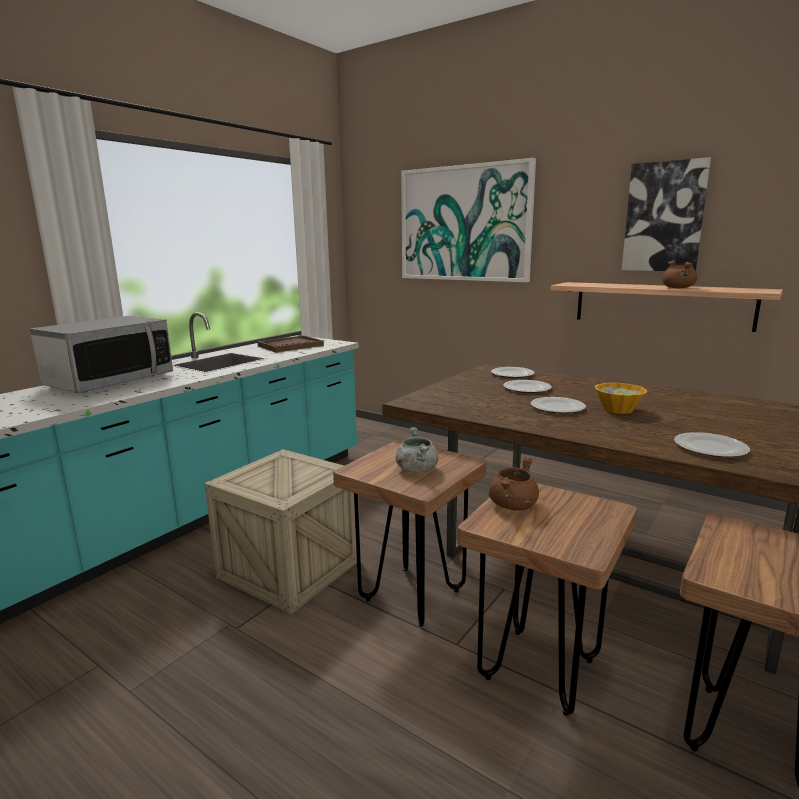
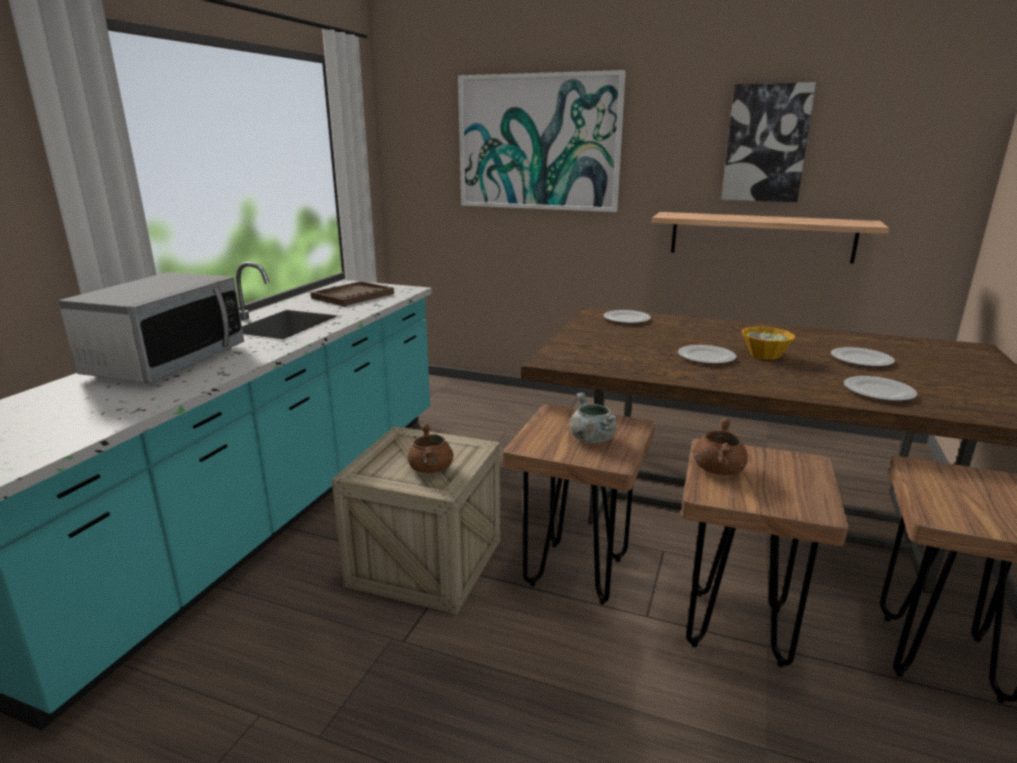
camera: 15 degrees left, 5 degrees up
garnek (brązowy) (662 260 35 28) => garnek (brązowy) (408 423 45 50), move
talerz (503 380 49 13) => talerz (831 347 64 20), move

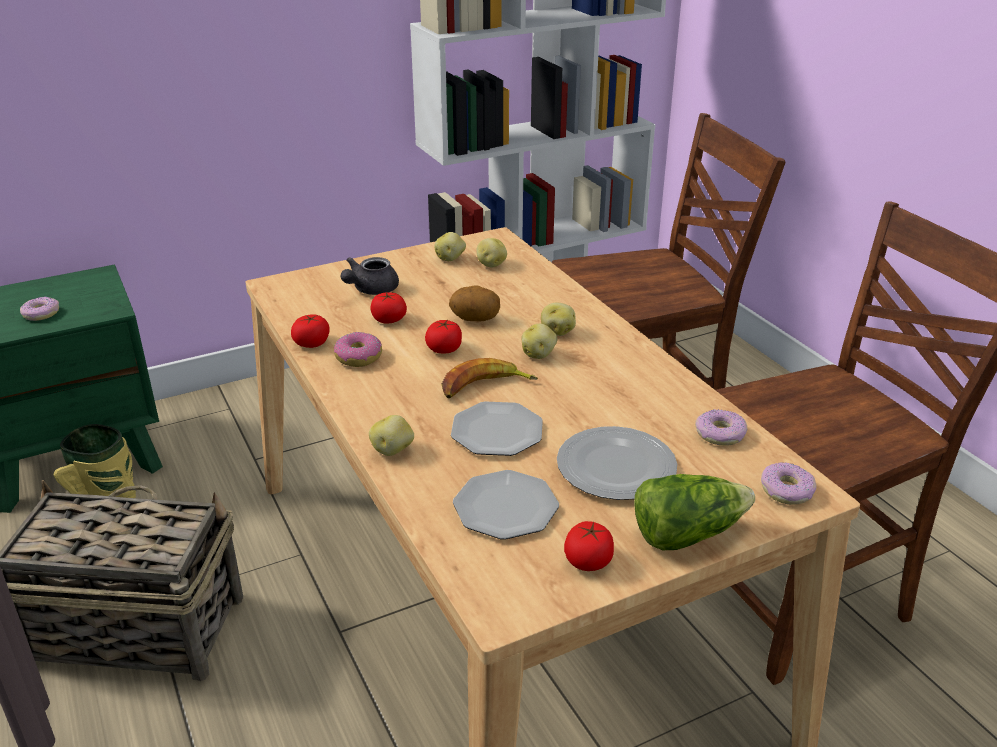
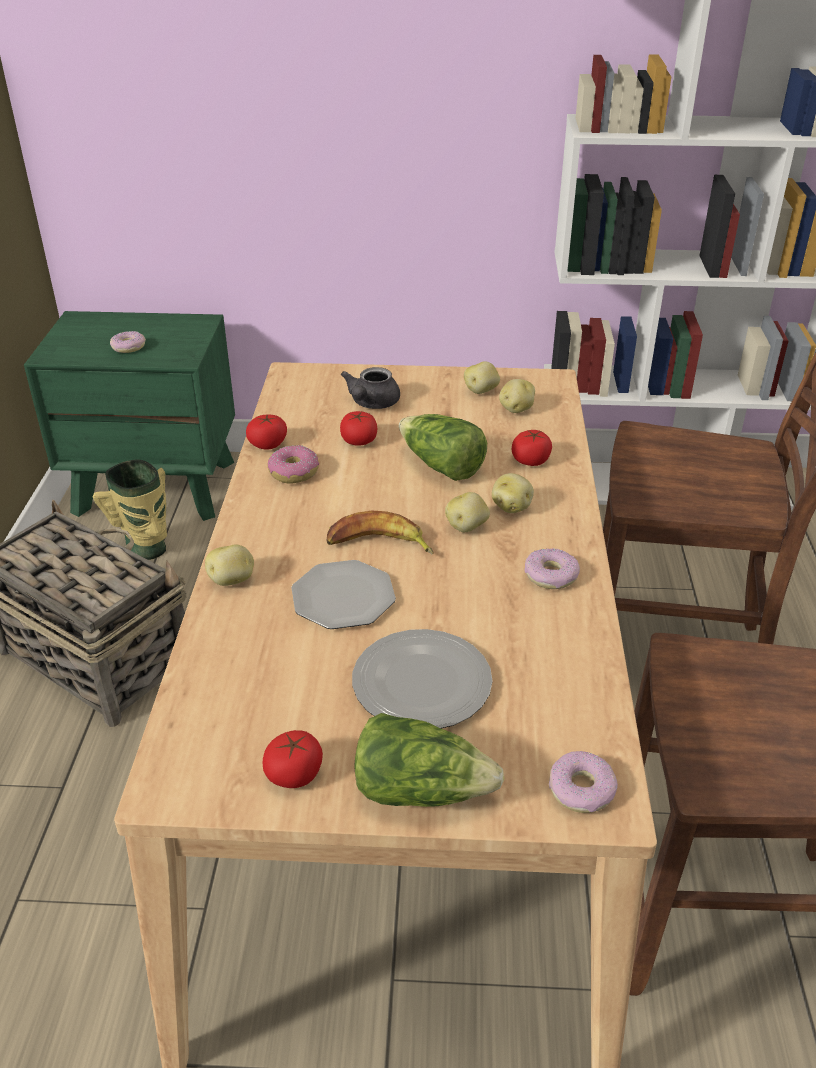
camera: 30 degrees right, 5 degrees up
imbryk (szary) (340 257 59 38) => imbryk (szary) (341 367 59 42), 45 degrees counterclockwise
ziemniak (449 286 51 36) => sałata (399 414 88 67)
pomidor (425 319 37 34) => pomidor (512 430 40 36), move
donut (695 409 52 37) => donut (524 548 56 41), move
talerz (453 470 106 70) => nothing

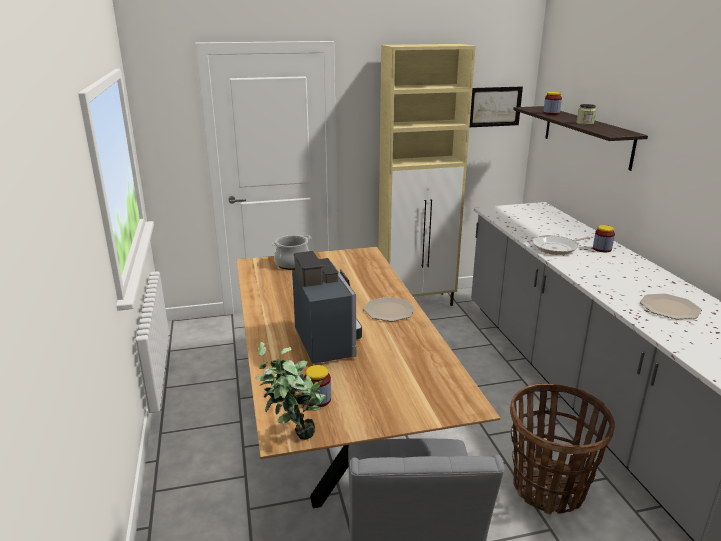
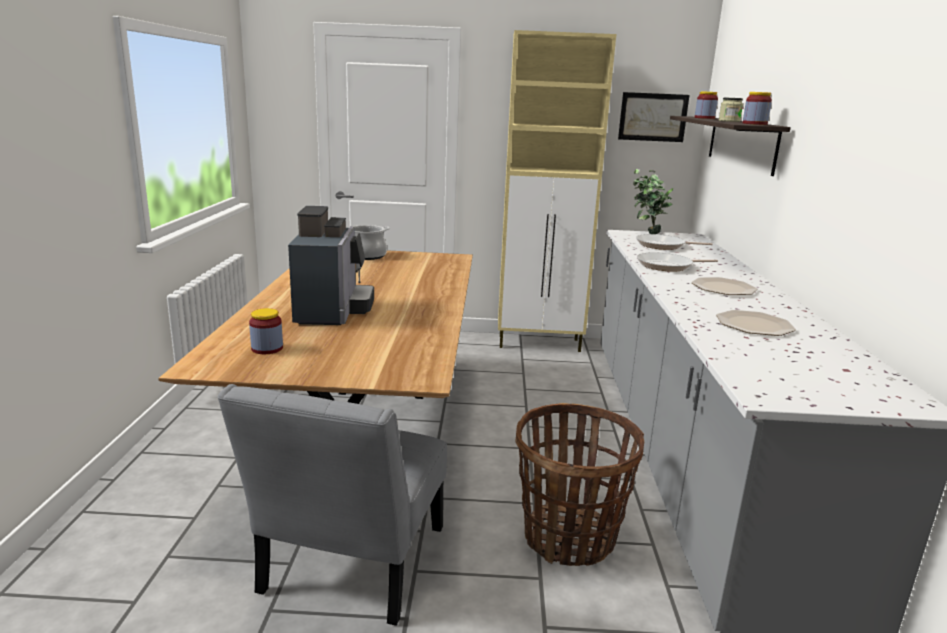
camera: 15 degrees right, 5 degrees down
słoik (593 225 22 28) => słoik (743 92 29 33), move
talerz (363 297 52 25) => talerz (691 277 67 18), move
roślina doniczkowa (255 342 71 98) => roślina doniczkowa (633 169 40 65), move
nothing => patelnia (636 234 77 16)

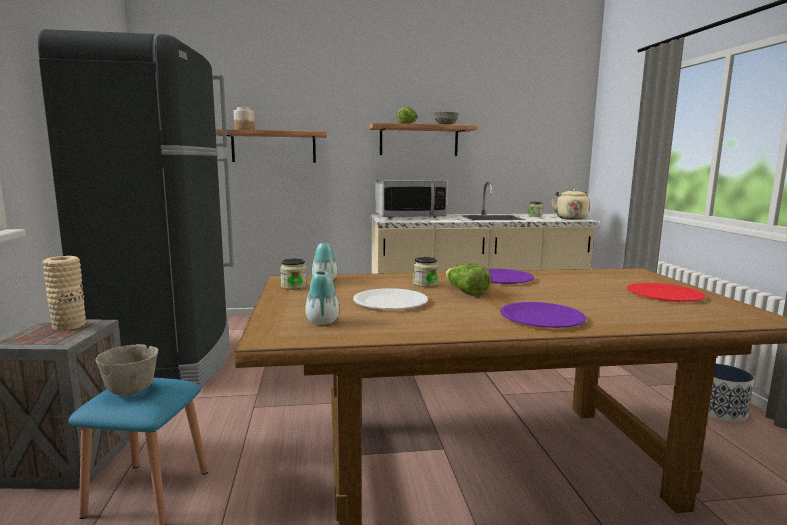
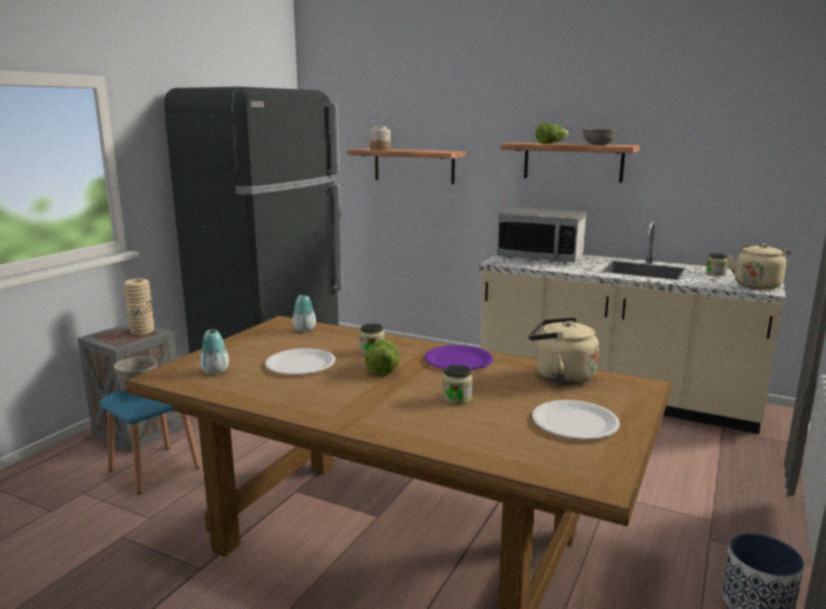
camera: 35 degrees right, 5 degrees up
słoik (280 258 27 32) => słoik (442 365 30 40), move
talerz (czerwony) (627 283 78 19) => talerz (biały) (532 400 88 40)
talerz (fioletowy) (500 302 86 26) => nothing
nothing => czajnik (beżowy) (528 317 71 67)

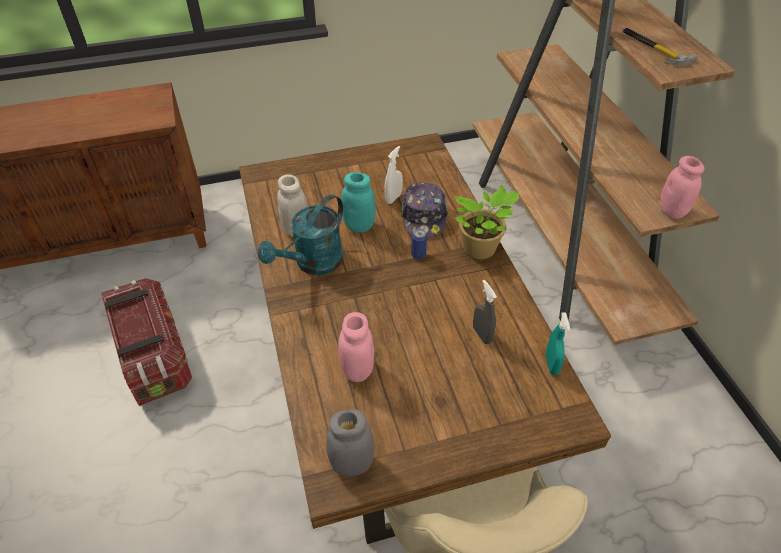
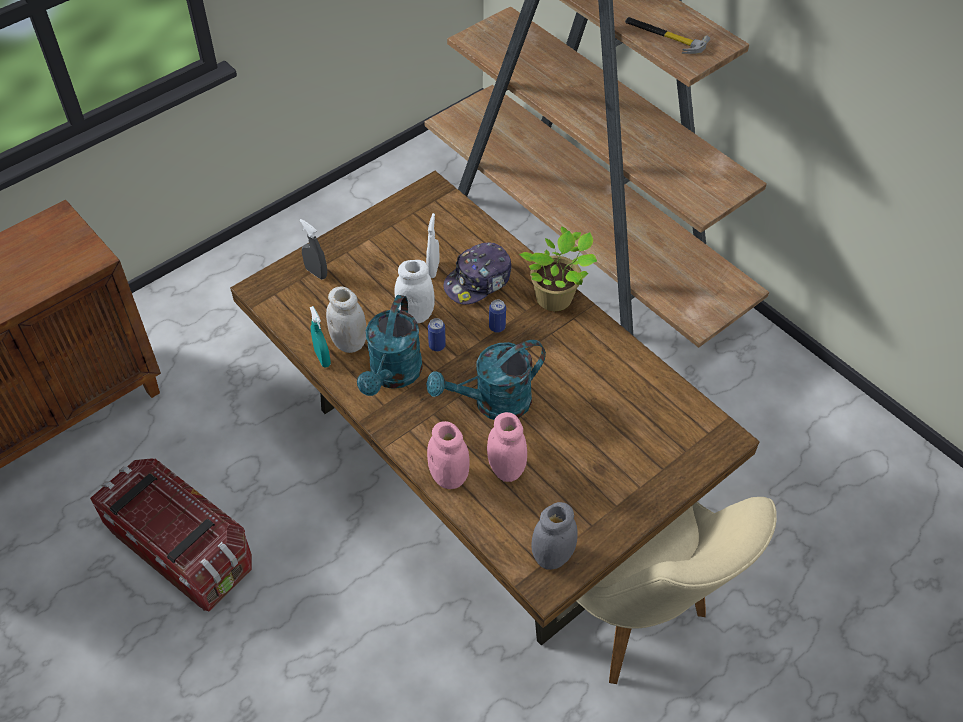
camera: 25 degrees left, 5 degrees up
słoik (różowy) (660 156 44 63) => słoik (różowy) (427 421 42 68), move
słoik (turkusowy) (341 172 34 61) => słoik (biały) (395 260 40 63)
czapka z daszkiem (401 182 47 56) => czapka z daszkiem (444 242 67 63), 75 degrees clockwise
spryskiwacz (szary) (473 280 24 64) => spryskiwacz (szary) (299 219 28 60), move
spryskiwacz (turkusowy) (545 312 25 63) => spryskiwacz (turkusowy) (310 306 21 62), move
nothing => puszka (428 318 18 33)
nothing => konewka (turkusowy) (426 340 120 80)

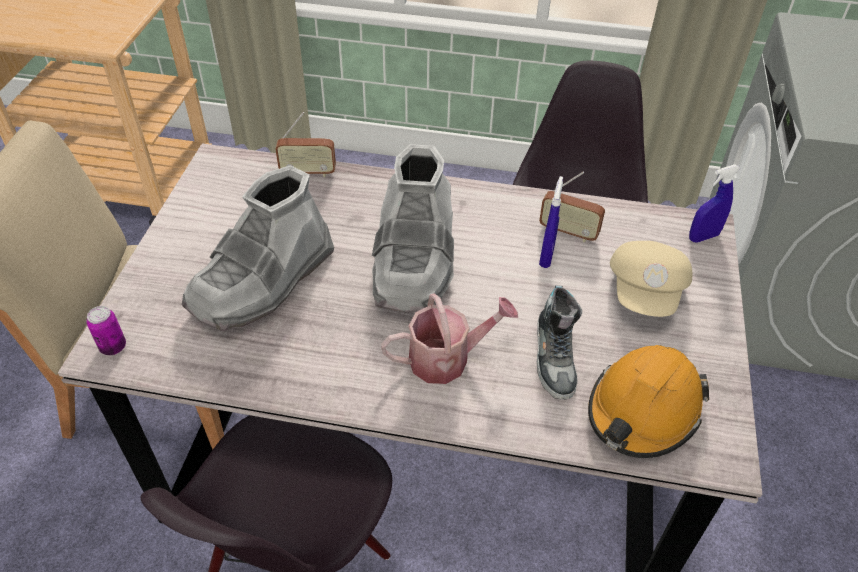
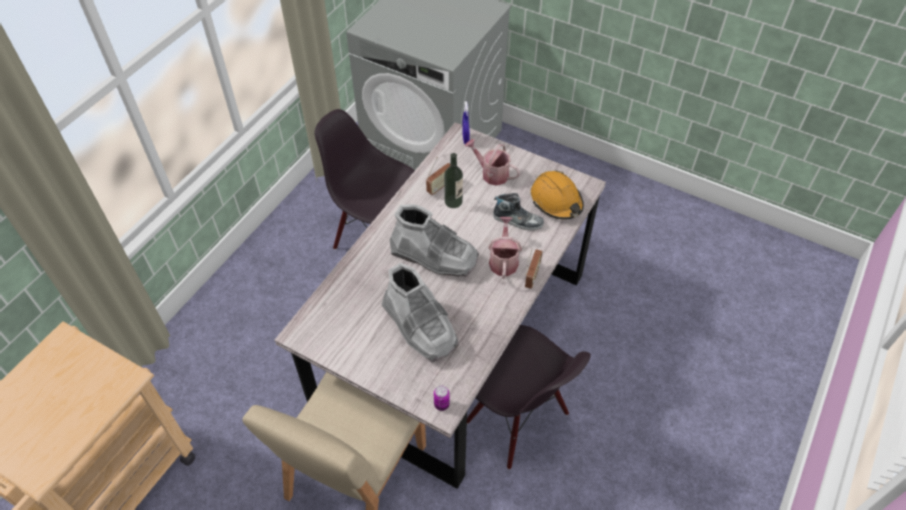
camera: 70 degrees left, 5 degrees up
radio (275 112 61 65) => radio (525 249 17 40), move
spryskiwacz (niebieski) (539 176 24 92) => butelka (444 153 19 55)
czapka z daszkiem (beżowy) (610 241 82 76) => konewka (465 139 55 47)

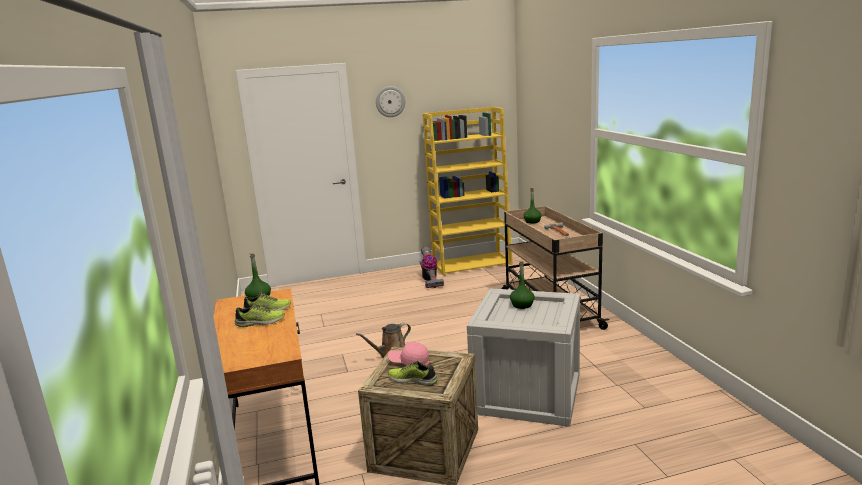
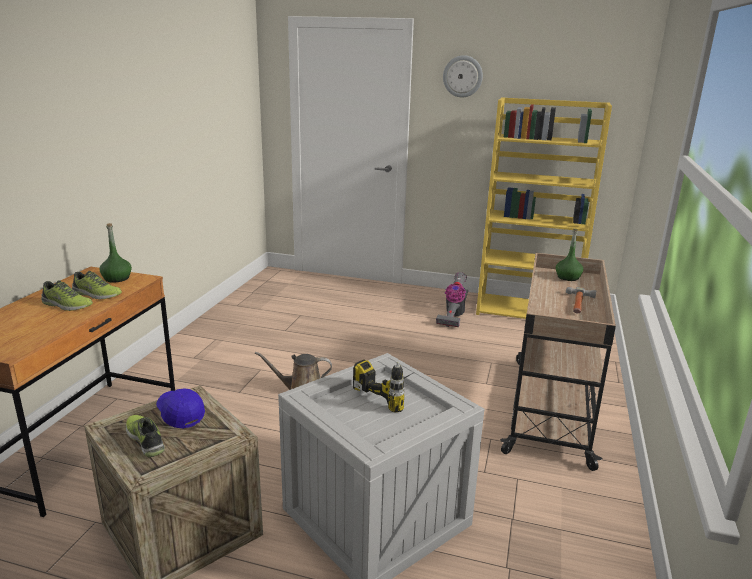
camera: 30 degrees right, 5 degrees up
butelka (zielony) (510 260 25 49) => wiertarka (353 359 62 53)
czapka z daszkiem (różowy) (388 342 41 24) => czapka z daszkiem (niebieski) (156 388 49 41)

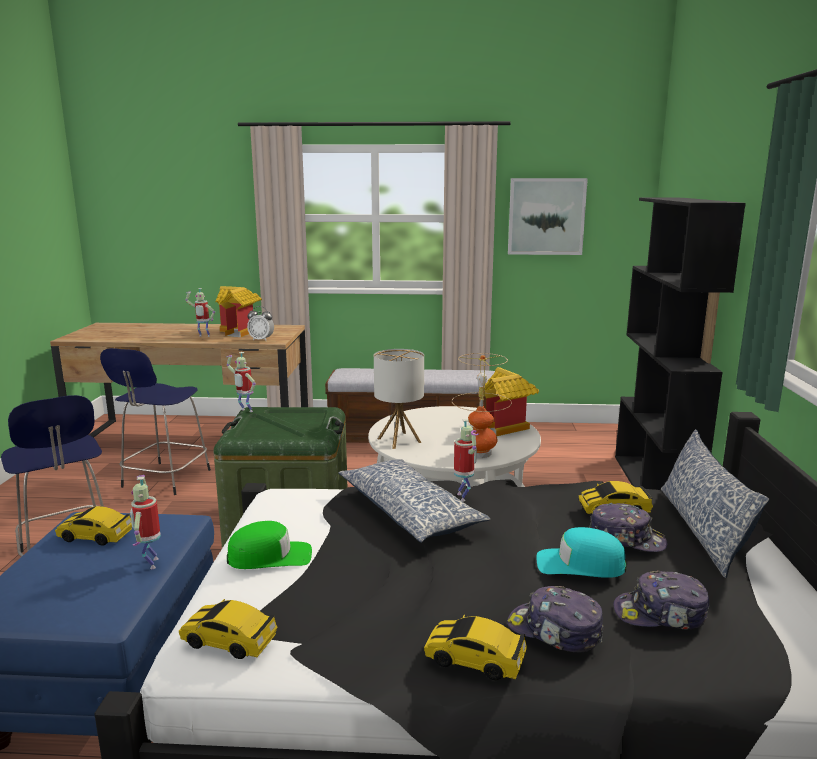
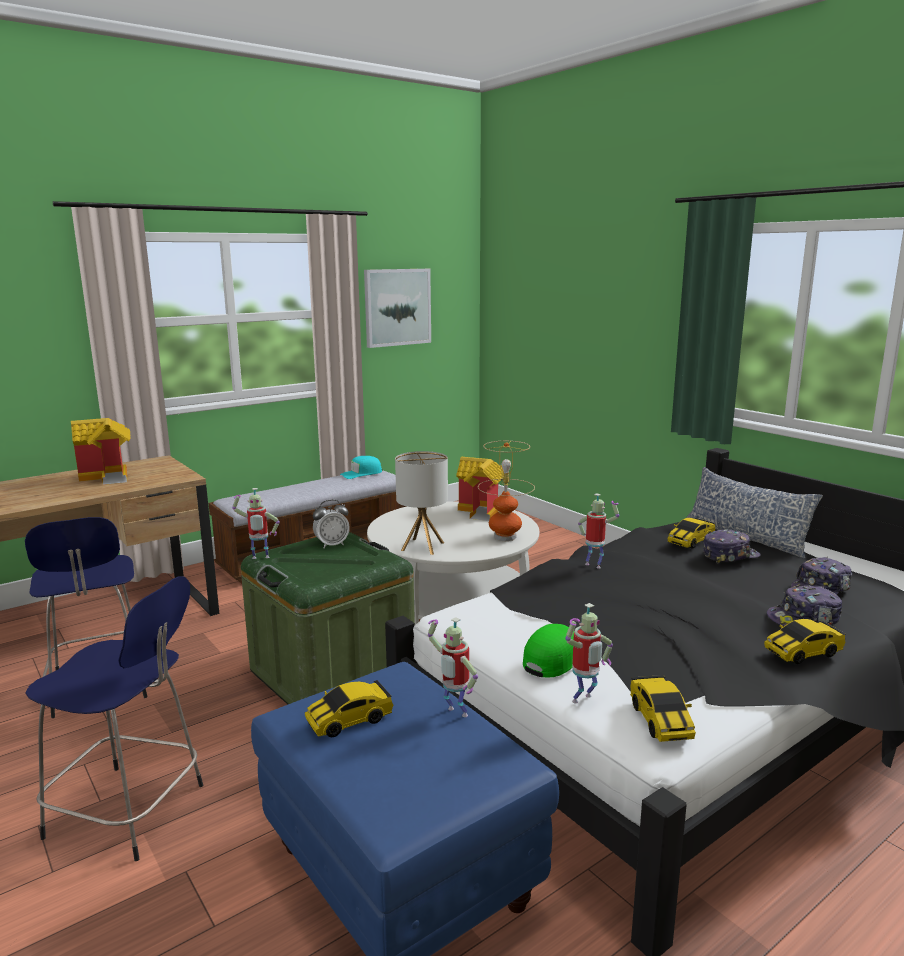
camera: 40 degrees left, 0 degrees up
regał (czarny) (615 198 131 292) => nothing
robot zabawkowy (186 288 29 49) => robot zabawkowy (565 603 48 100), move
budzik (247 306 27 35) => budzik (313 500 37 48), move
poduszka (338 459 153 84) => nothing
czapka z daszkiem (turkusowy) (537 527 89 51) => czapka z daszkiem (turkusowy) (340 456 42 23), move
samochodzik (179 599 98 60) => samochodzik (630 675 66 67), 75 degrees counterclockwise

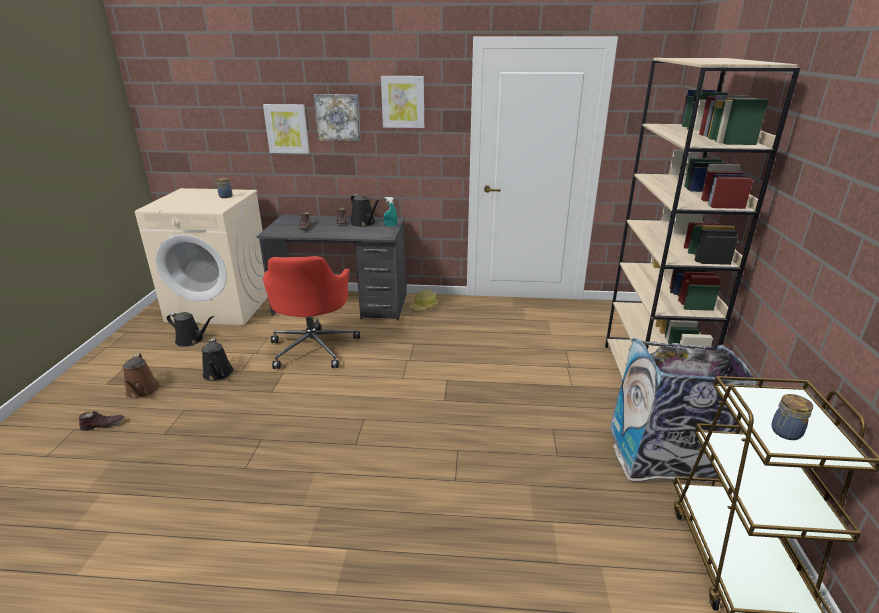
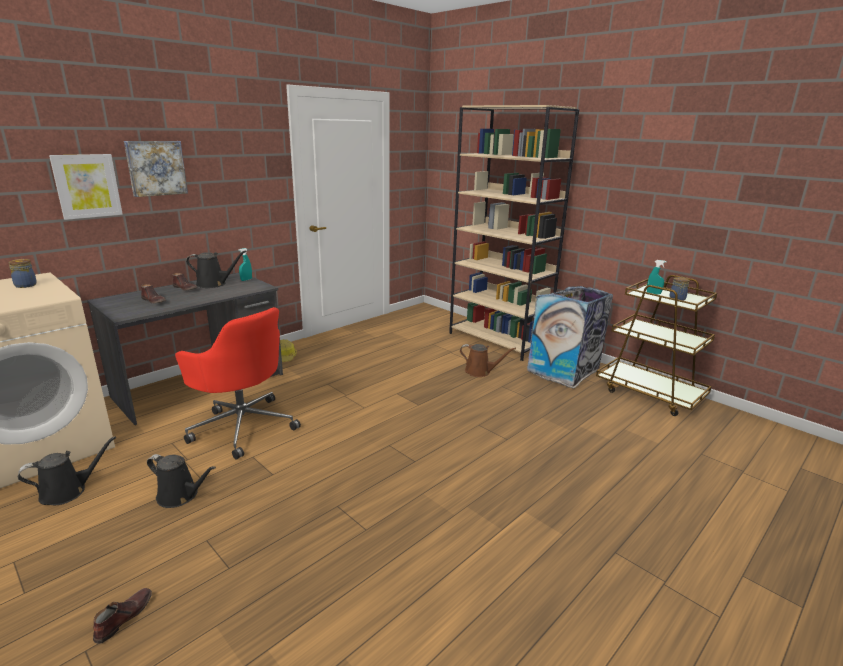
camera: 50 degrees left, 5 degrees down
obraz (381 76 43 52) => nothing
konewka (brązowy) (123 353 36 46) => konewka (brązowy) (460 344 56 33), move
nothing => spryskiwacz (turkusowy) (647 260 19 35)

